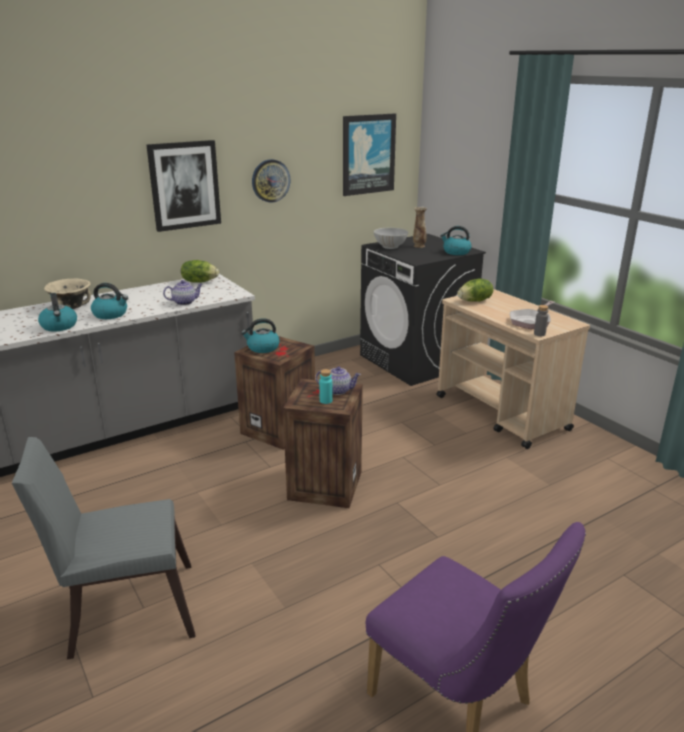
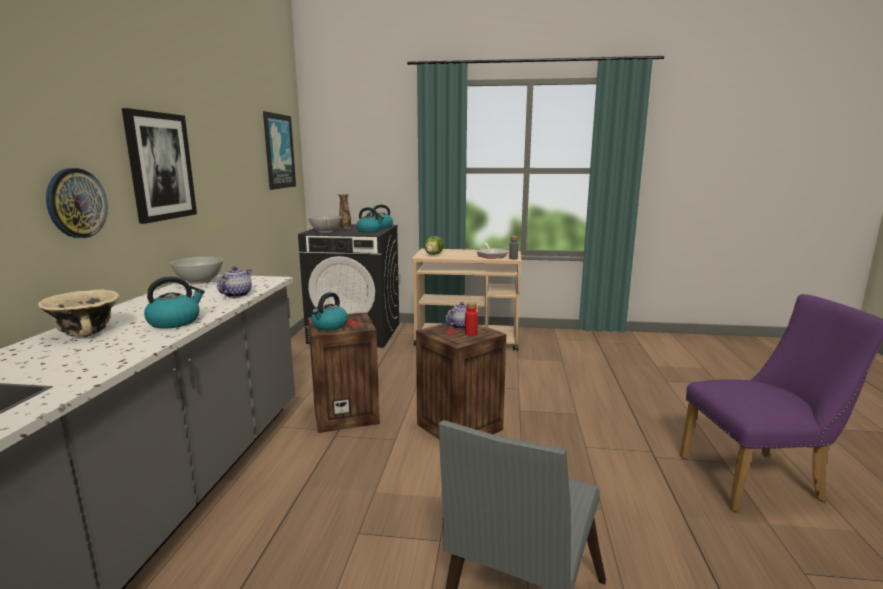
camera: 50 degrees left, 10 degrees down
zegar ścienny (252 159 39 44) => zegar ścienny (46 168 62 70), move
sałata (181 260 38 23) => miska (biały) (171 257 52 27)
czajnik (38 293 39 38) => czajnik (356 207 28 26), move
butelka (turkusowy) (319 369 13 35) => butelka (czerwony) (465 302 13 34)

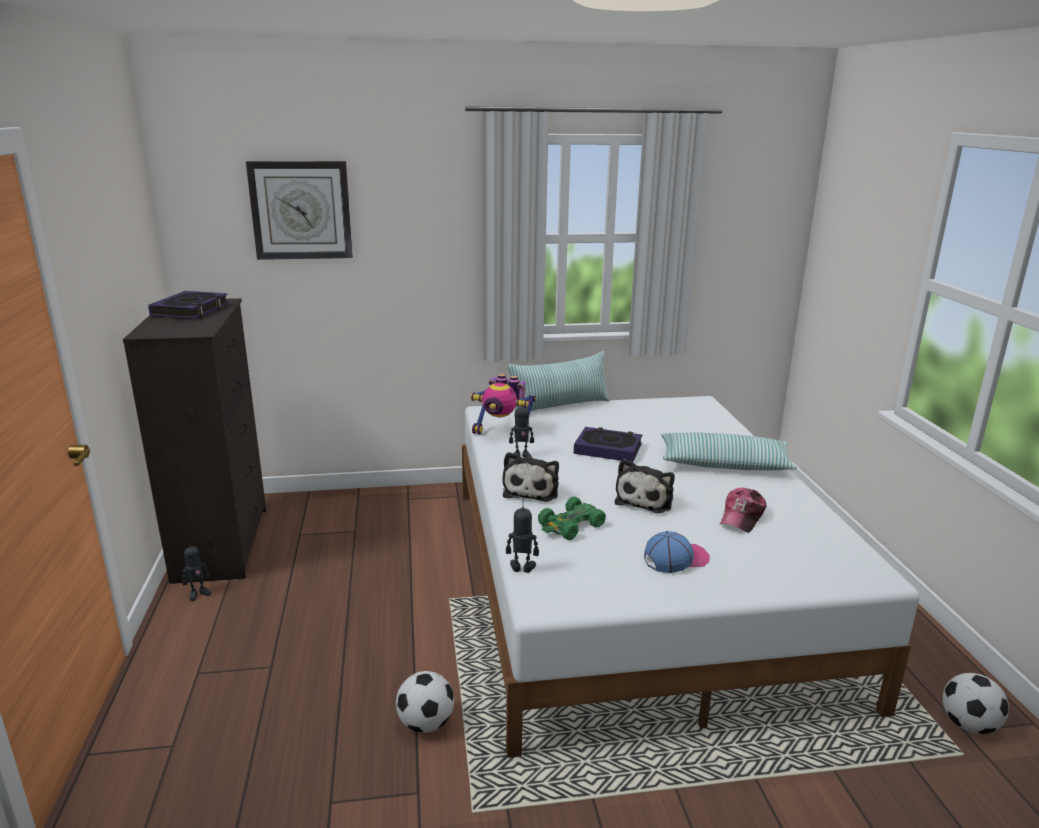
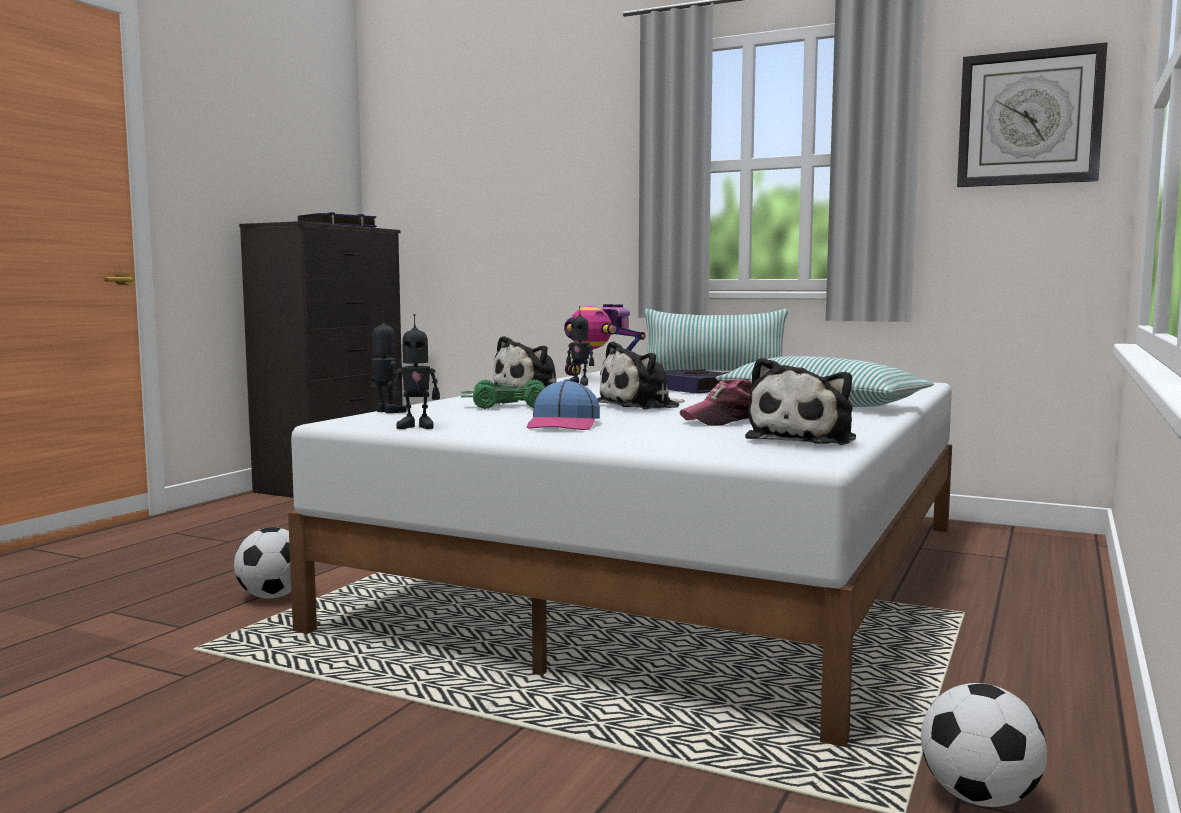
camera: 35 degrees right, 15 degrees down
zegar ścienny (246 161 107 99) => zegar ścienny (957 42 151 145), move
czapka z daszkiem (644 531 66 42) => czapka z daszkiem (527 379 73 51), 90 degrees clockwise
robot zabawkowy (182 540 29 61) => robot zabawkowy (393 314 47 115), move
nothing => pluszak (745 358 111 87)

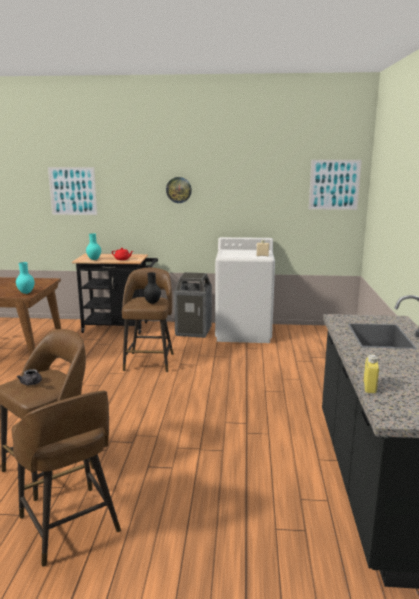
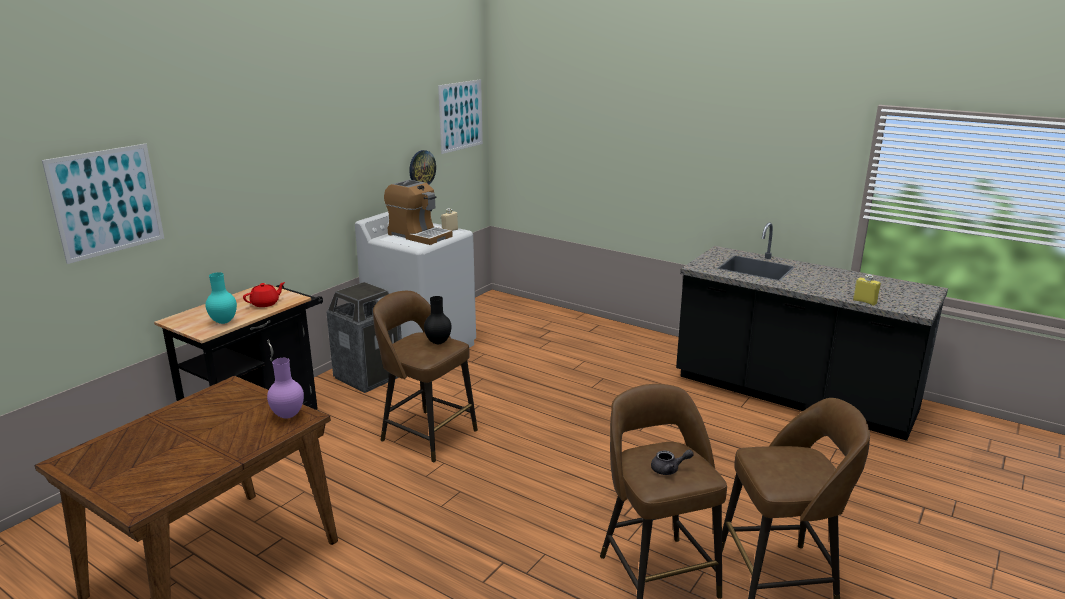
camera: 60 degrees left, 5 degrees up
zegar ścienny (166 177 26 26) => zegar ścienny (409 150 27 35), move
wazon (turkusowy) (16 262 19 32) => wazon (fioletowy) (267 358 37 61)
nothing => ekspres do kawy (384 180 69 65)

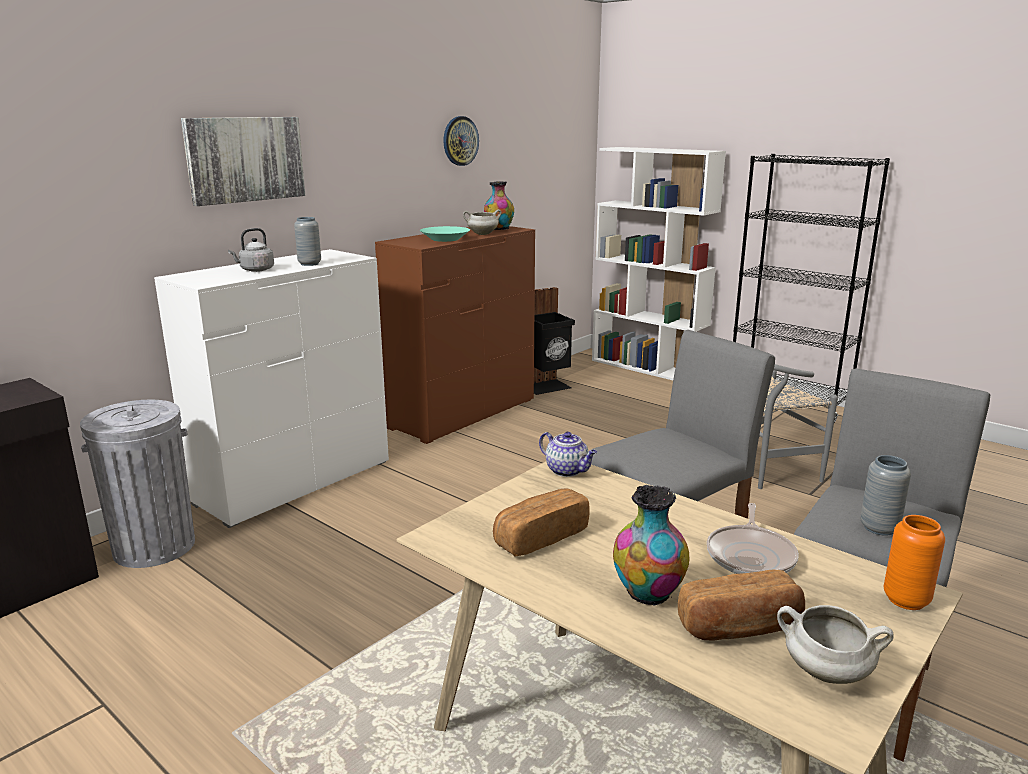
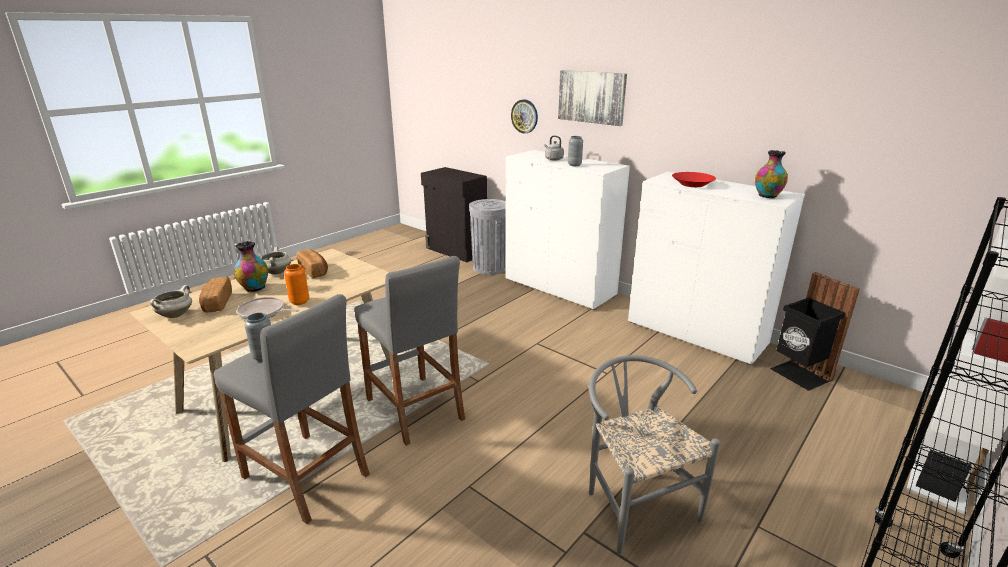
camera: 90 degrees right, 5 degrees up
zegar ścienny (443 116 36 50) => zegar ścienny (511 100 27 34), move
garnek (biały) (463 209 39 26) => garnek (biały) (261 247 30 28), move
komoda (brązowy) (375 226 160 218) => komoda (biały) (628 172 177 193)
miska (turkusowy) (420 226 50 16) => miska (czerwony) (672 172 44 15)
imbryk (539 432 58 45) => nothing
wazon (pomarańczowy) (884 515 61 95) => wazon (pomarańczowy) (284 264 25 41), move

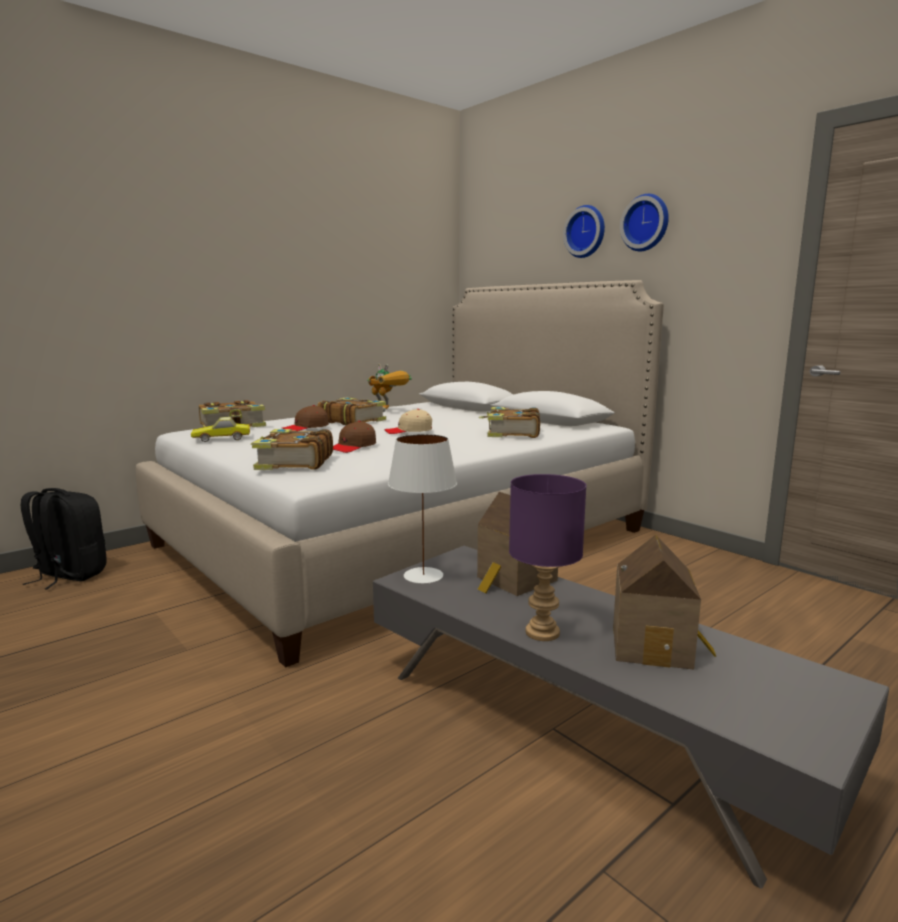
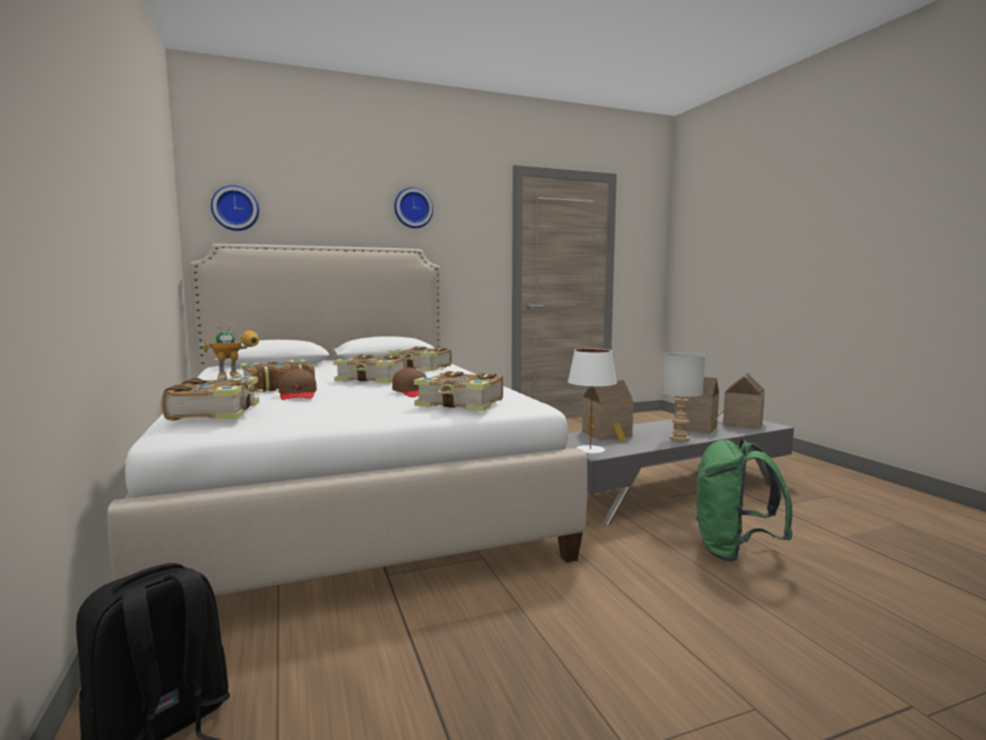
camera: 70 degrees left, 5 degrees down
zegar ścienny (563 205 42 53) => zegar ścienny (211 185 48 46), move
czapka z daszkiem (beżowy) (385 409 47 25) => książka (334 355 71 28)
samochodzik (191 417 59 25) => nothing
lampa stołowa (fioletowy) (509 474 78 167) => lampa stołowa (szary) (662 353 43 88)
nothing => domek (718 372 47 58)
nothing => plecak (zielony) (695 439 98 122)

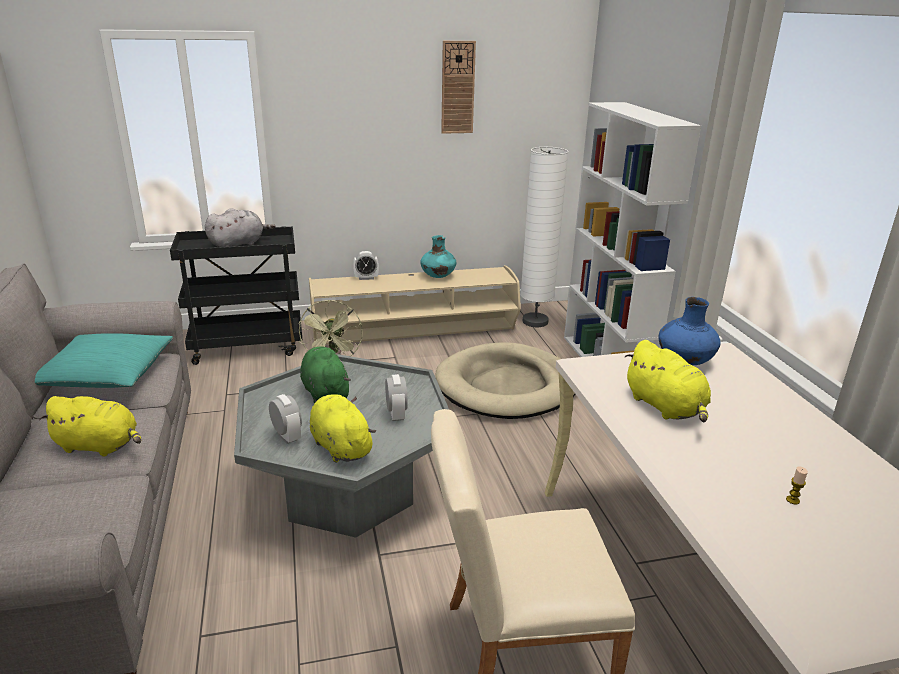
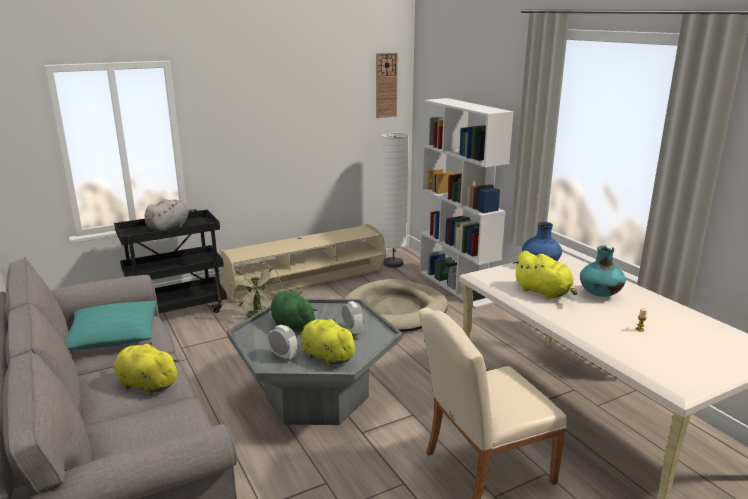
camera: 15 degrees left, 5 degrees down
zegar ścienny (441 41 35 93) => zegar ścienny (376 53 22 65), move
wazon (turkusowy) (420 235 37 43) => wazon (turkusowy) (580 245 46 52), move
budzik (353 251 26 29) => nothing
pluszak (żółty) (39 396 102 60) => pluszak (żółty) (114 342 66 53), 150 degrees counterclockwise

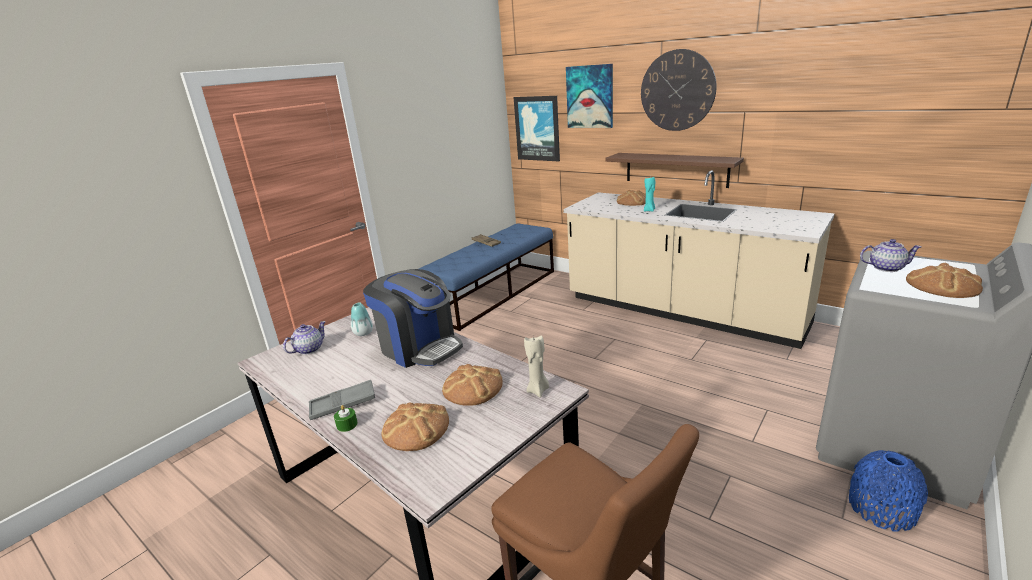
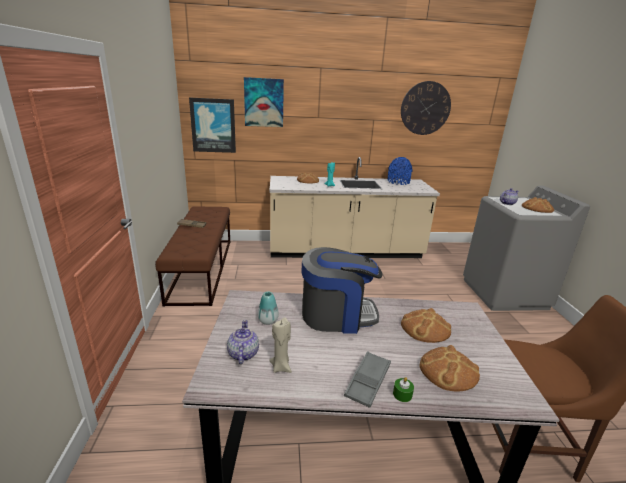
camera: 45 degrees left, 0 degrees up
zegar ścienny (641 49 76 82) => zegar ścienny (401 81 50 54), move
półka (brązowy) (606 153 138 35) => nothing
ławka (niebieski) (419 223 135 108) => ławka (brązowy) (155 206 75 100)
świeca (beżowy) (524 334 25 64) => świeca (beżowy) (269 317 23 56), move
wazon (niebieski) (849 450 79 82) => wazon (niebieski) (388 157 24 28), move

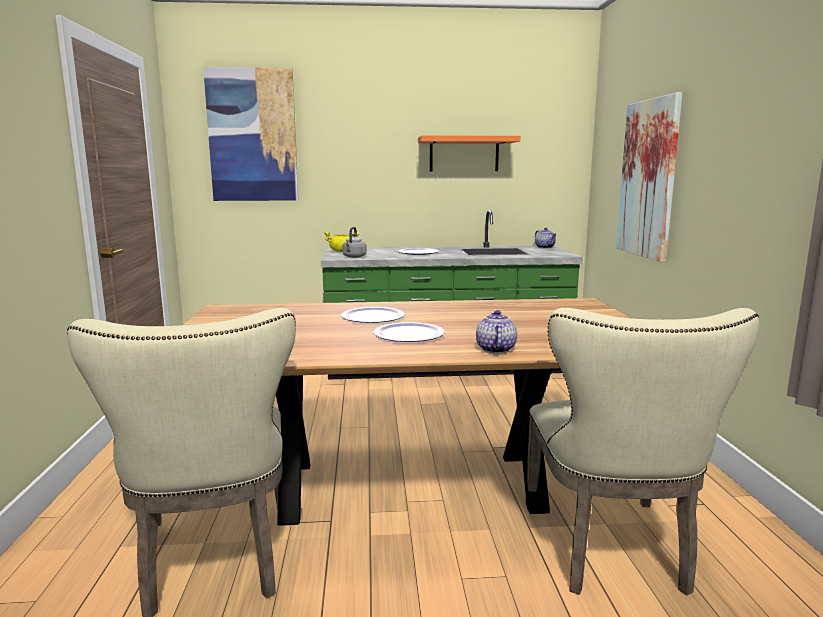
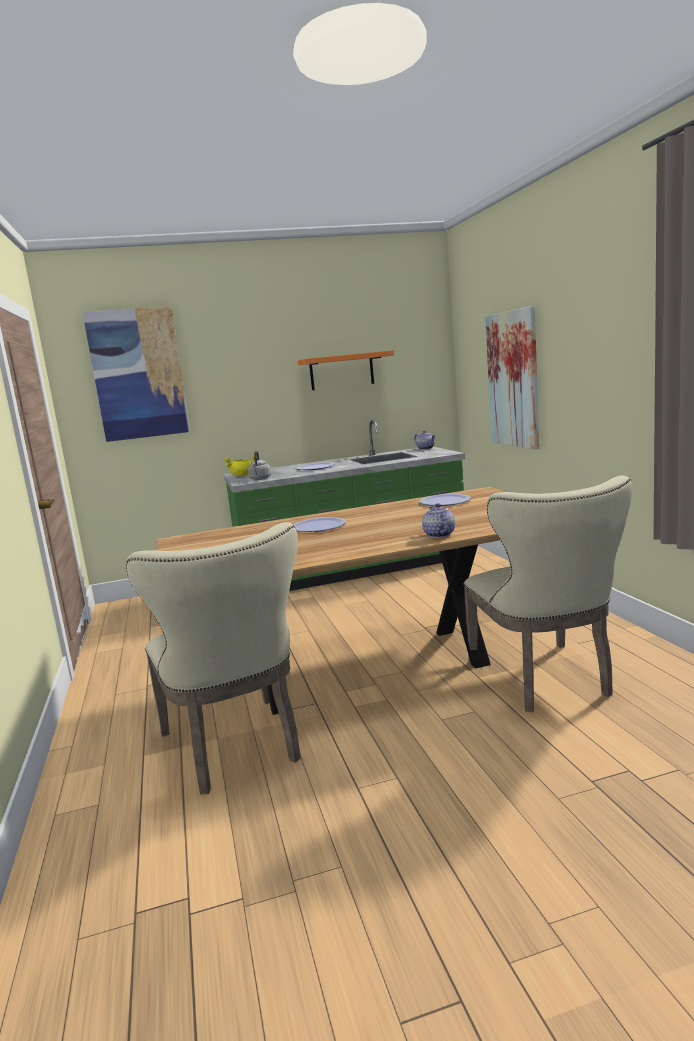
camera: 10 degrees left, 0 degrees up
talerz (373 322 72 20) => talerz (419 494 52 12), move

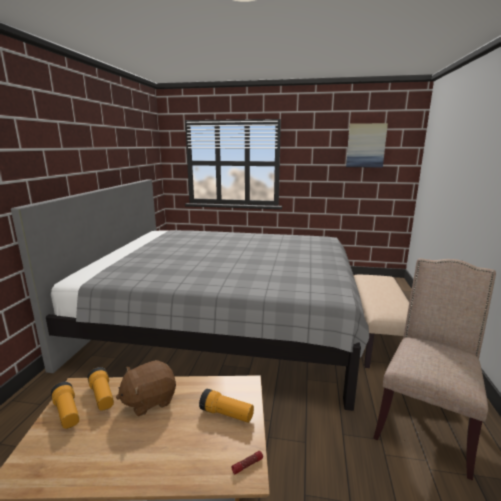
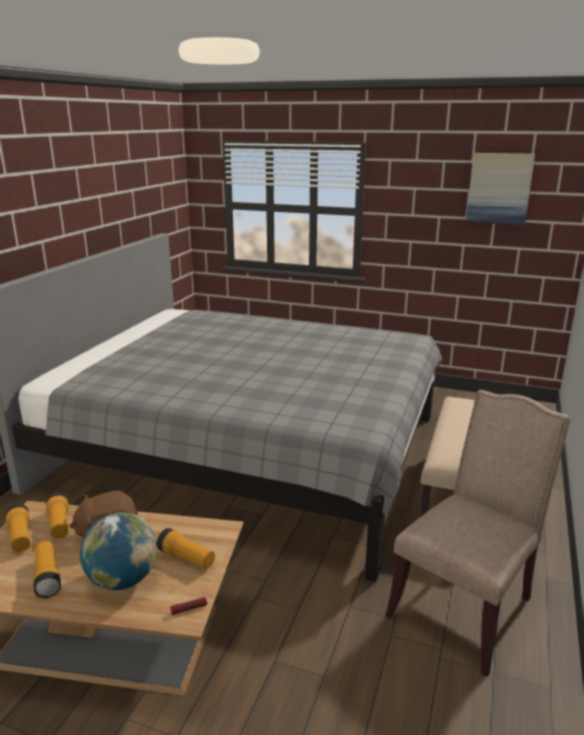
camera: 10 degrees right, 5 degrees up
nothing => globus (80 512 77 78)
nothing => latarka (33 541 28 57)

